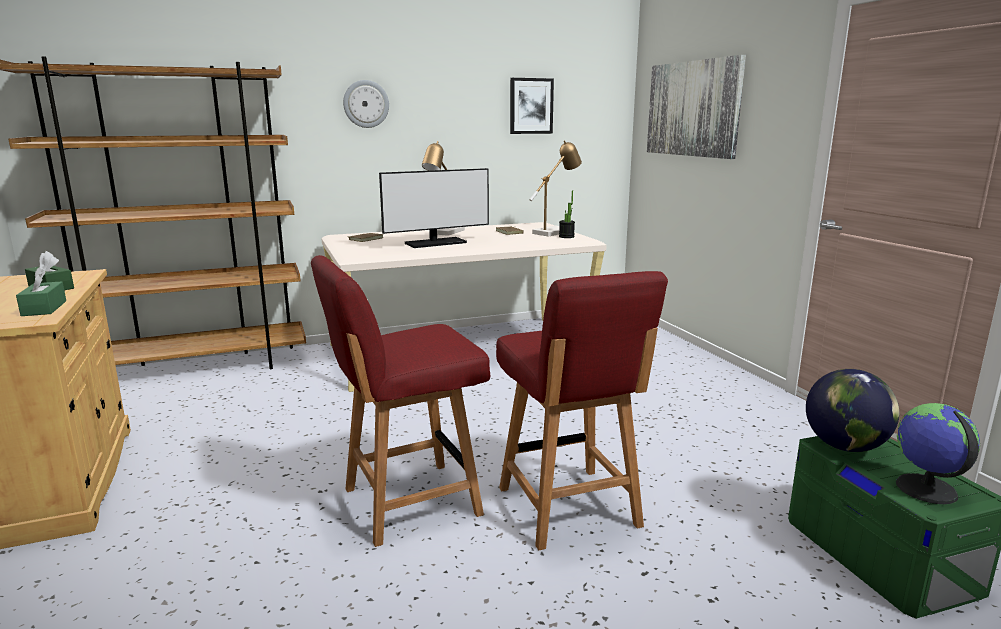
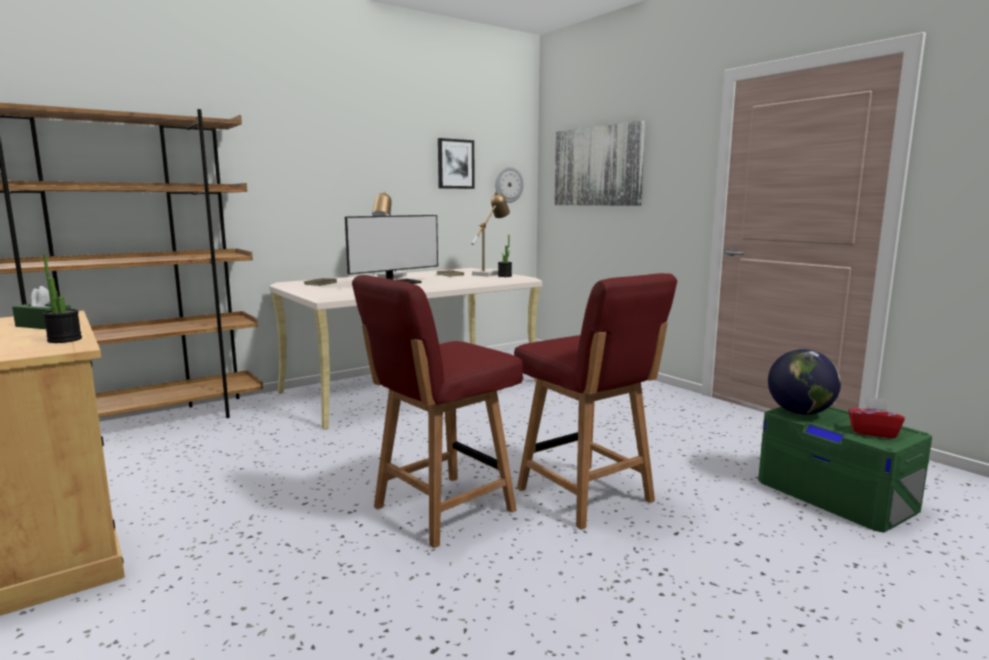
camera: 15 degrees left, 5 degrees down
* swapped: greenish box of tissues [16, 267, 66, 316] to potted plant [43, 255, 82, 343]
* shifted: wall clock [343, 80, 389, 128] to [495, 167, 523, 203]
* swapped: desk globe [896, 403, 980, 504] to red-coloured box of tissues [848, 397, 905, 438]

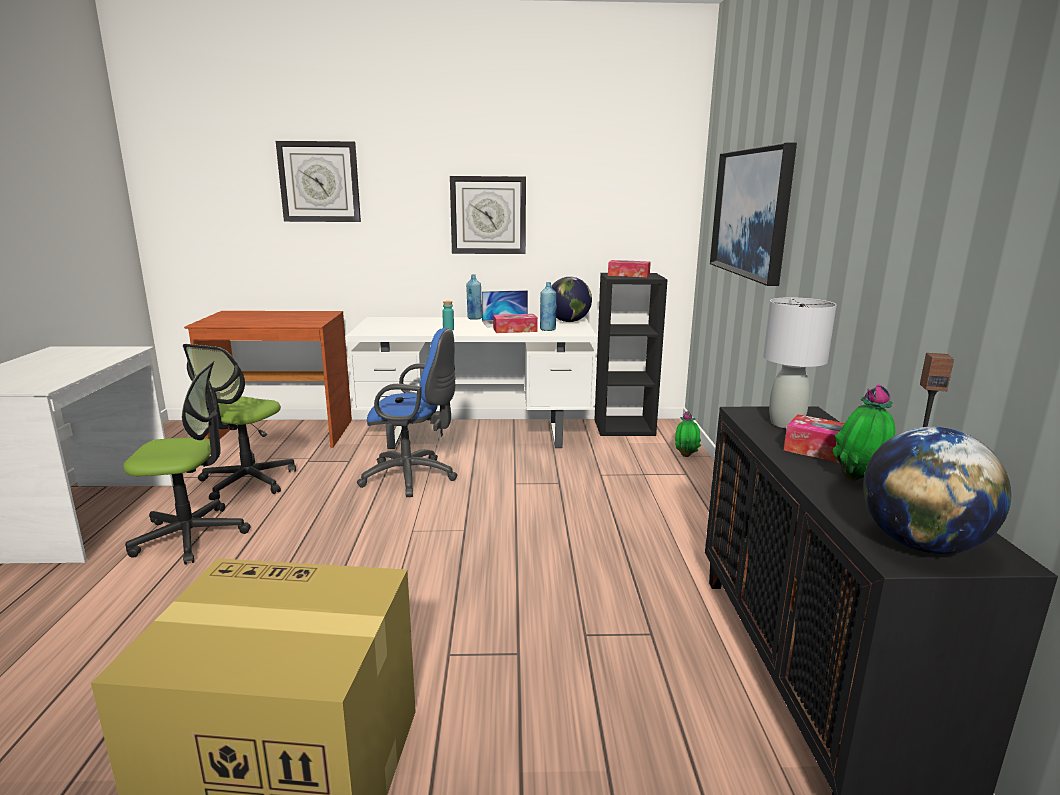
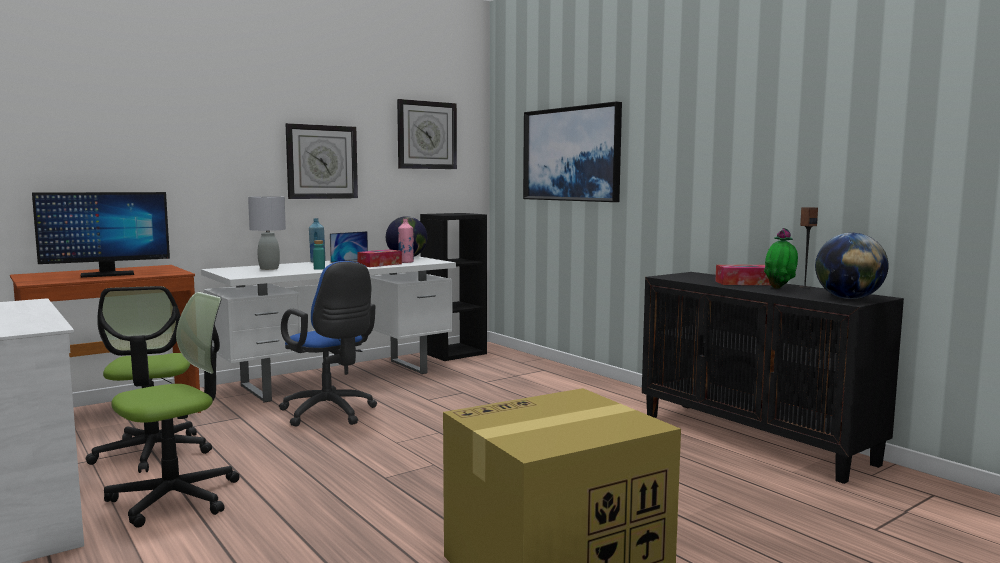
camera: 35 degrees left, 10 degrees down
* new: computer display [32, 192, 170, 278]
* shifted: gray lamp for a table [763, 297, 837, 429] to [248, 196, 286, 270]
* rotated: blue-coloured desk chair [357, 328, 457, 497] = [279, 261, 377, 427] 75 degrees clockwise
* shifted: wall clock [276, 141, 361, 222] to [397, 99, 457, 169]
* repainted: blue-coloured bottle [540, 282, 556, 331] to pink bottle [398, 219, 414, 263]
* gone: box of tissues [608, 260, 651, 277]
* gone: potted plant [675, 411, 701, 457]

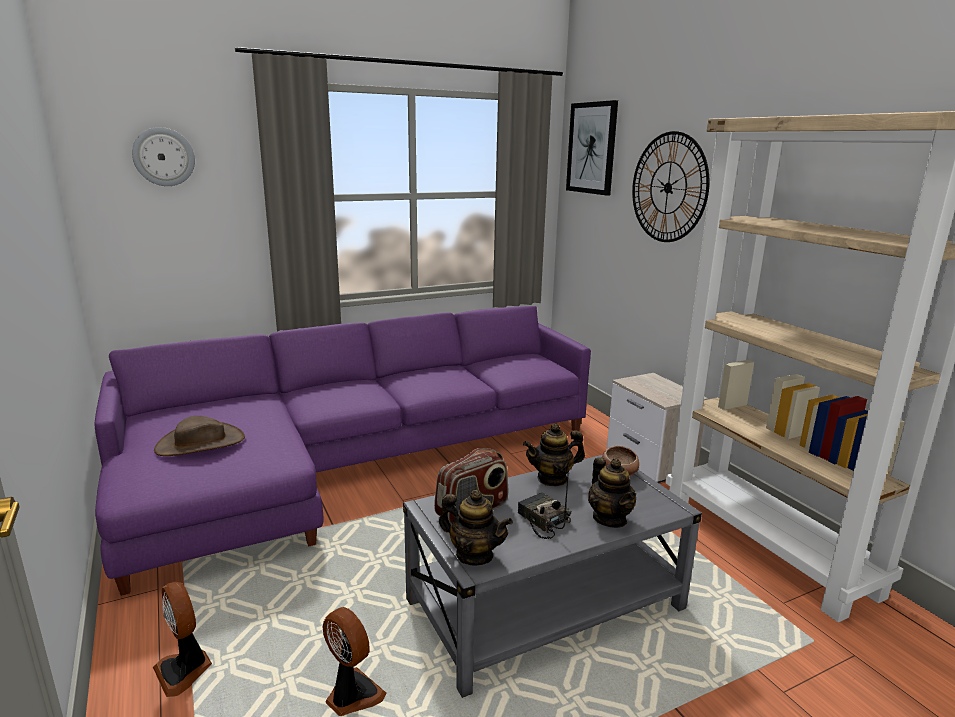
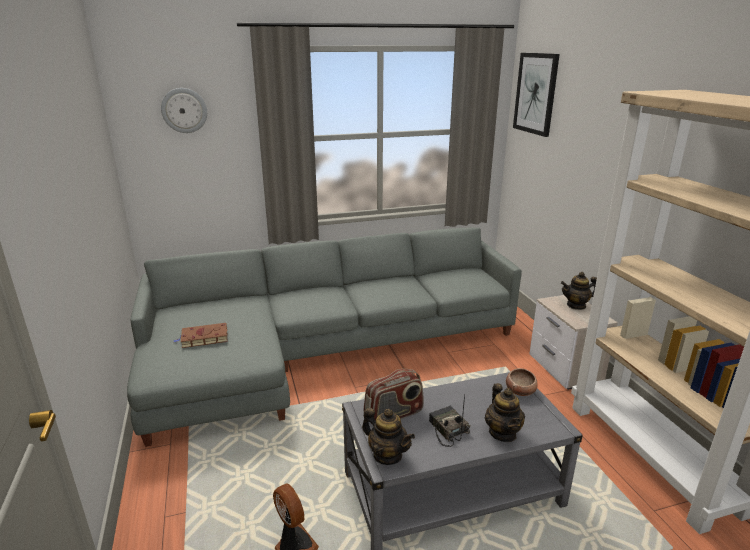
camera: 10 degrees right, 5 degrees up
* repainted: purple-coloured settee [95, 306, 591, 596] to gray settee [127, 228, 522, 447]
* swapped: brown hat [154, 416, 245, 456] to brown book [173, 323, 228, 348]
* shifted: teapot [523, 424, 585, 486] to [561, 272, 597, 310]
* gone: electric fan [153, 582, 212, 697]
* gone: wall clock [632, 131, 710, 242]

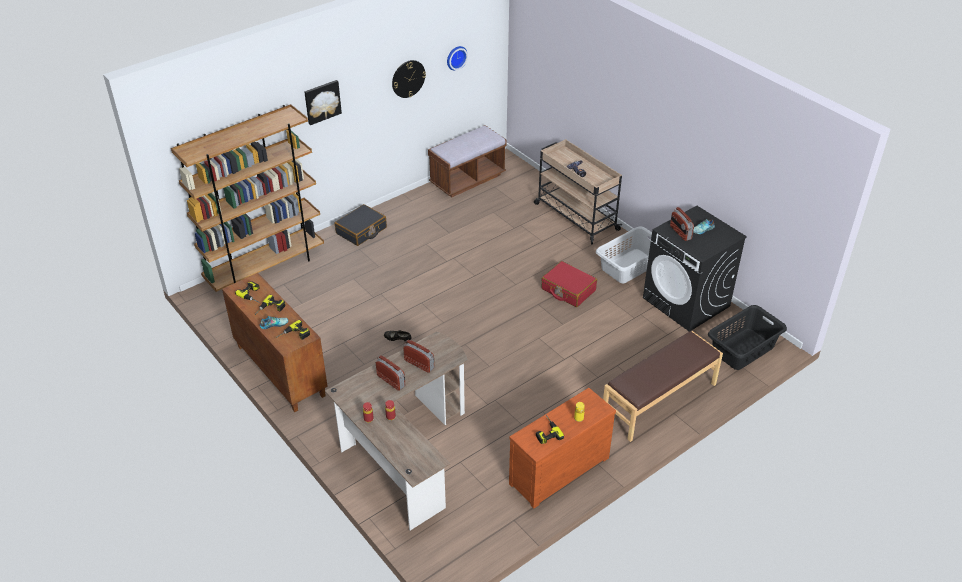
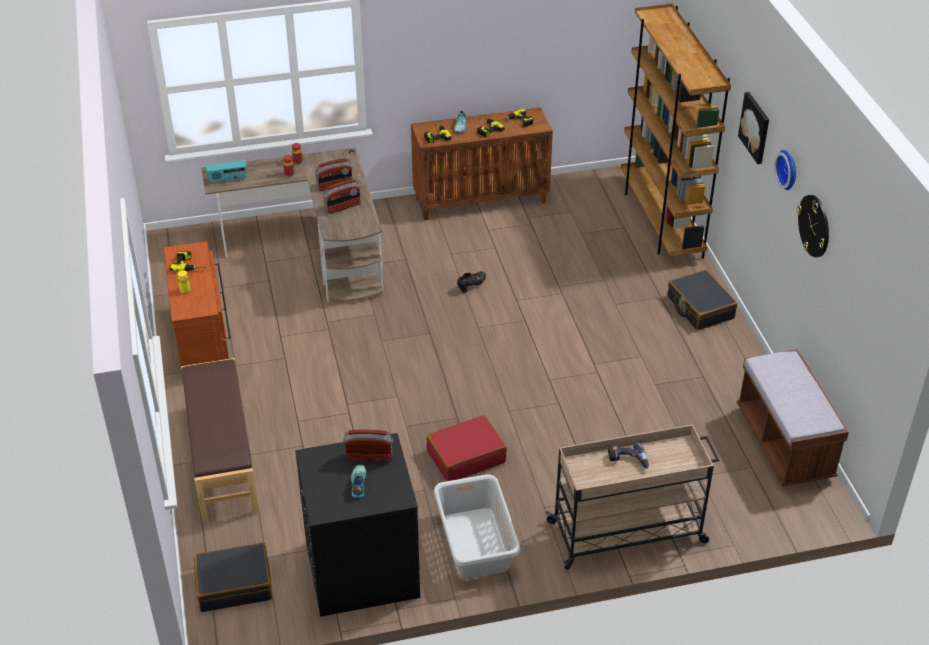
camera: 115 degrees right, 0 degrees up
* swapped: blackish laundry basket [708, 305, 787, 370] to blackish piece of luggage [193, 542, 272, 612]
* new: radio [206, 160, 247, 184]
* shifted: wall clock [447, 46, 468, 71] to [774, 150, 796, 190]

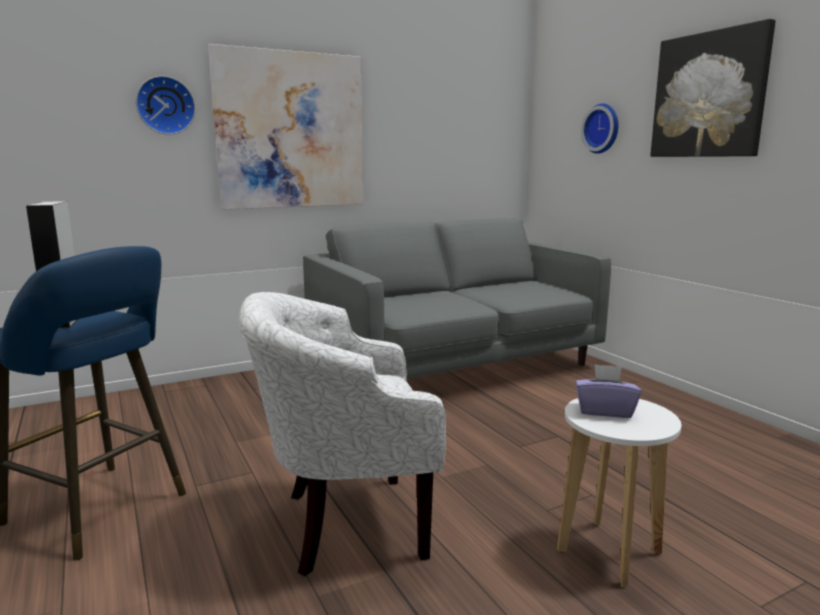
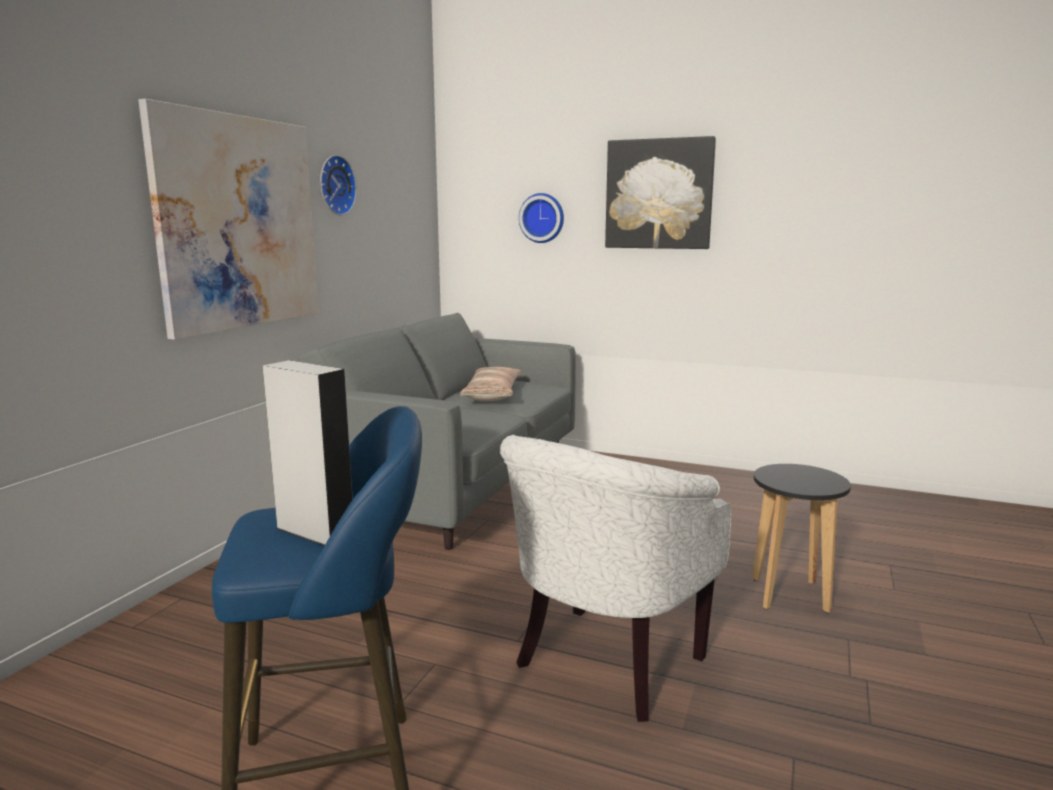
camera: 40 degrees left, 0 degrees up
* shifted: wall clock [136, 76, 196, 135] to [320, 155, 357, 215]
* new: pillow [460, 367, 522, 401]
* repainted: white-coloured stool [557, 398, 681, 587] to blackish stool [752, 464, 851, 613]
* gone: purple-coloured box of tissues [575, 364, 641, 418]

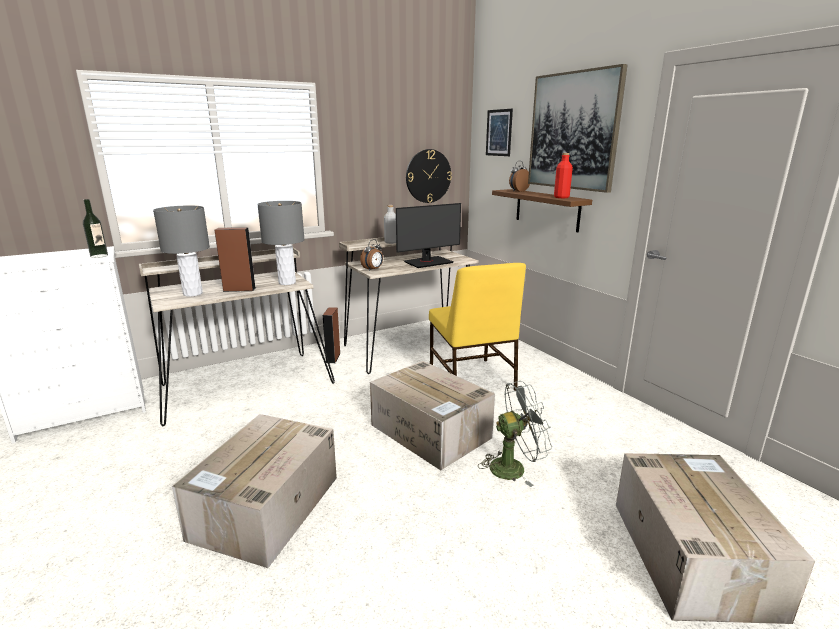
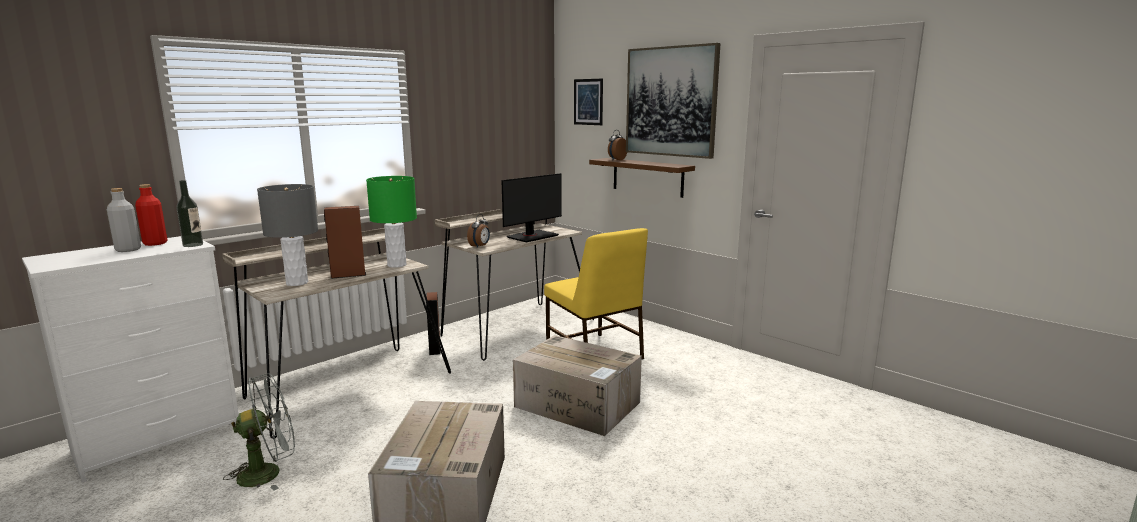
camera: 15 degrees left, 5 degrees down
* shifted: gray bottle [384, 205, 396, 244] to [107, 188, 141, 252]
* shifted: red-coloured bottle [554, 153, 573, 198] to [135, 184, 167, 246]
* shifted: gray electric fan [478, 381, 552, 487] to [223, 373, 295, 491]
* repainted: gray lamp for a table [257, 201, 305, 285] to greenish lamp for a table [366, 176, 417, 268]
* gone: wall clock [406, 149, 452, 203]
* gone: carton [616, 453, 815, 624]

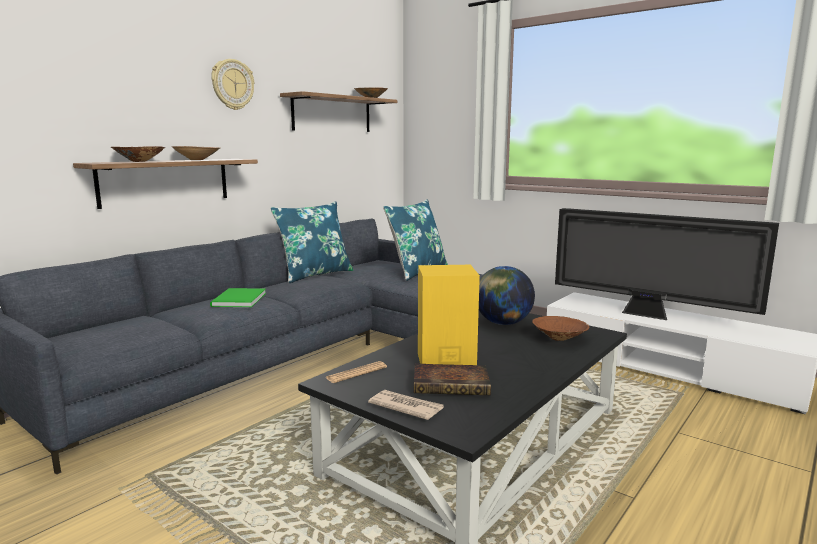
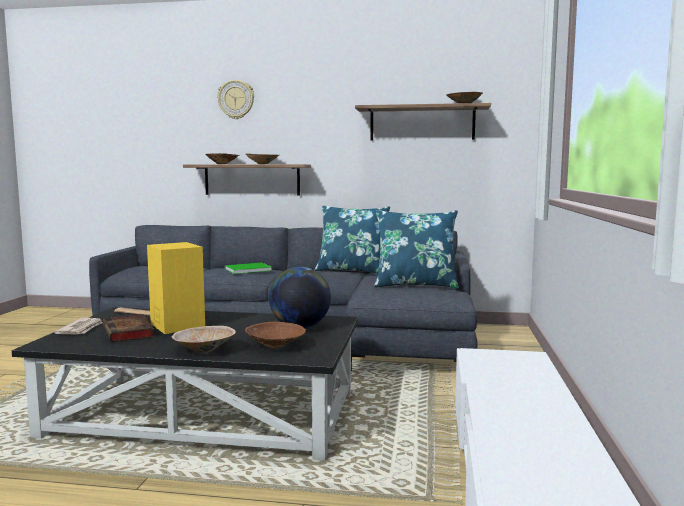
camera: 60 degrees right, 5 degrees down
* new: beige bowl [172, 326, 236, 353]
* shifted: wall clock [211, 59, 254, 110] to [217, 80, 254, 119]
* gone: TV [555, 208, 779, 320]

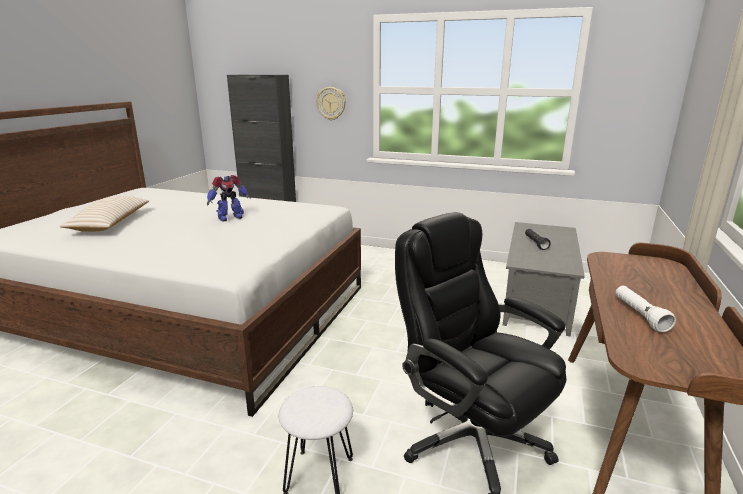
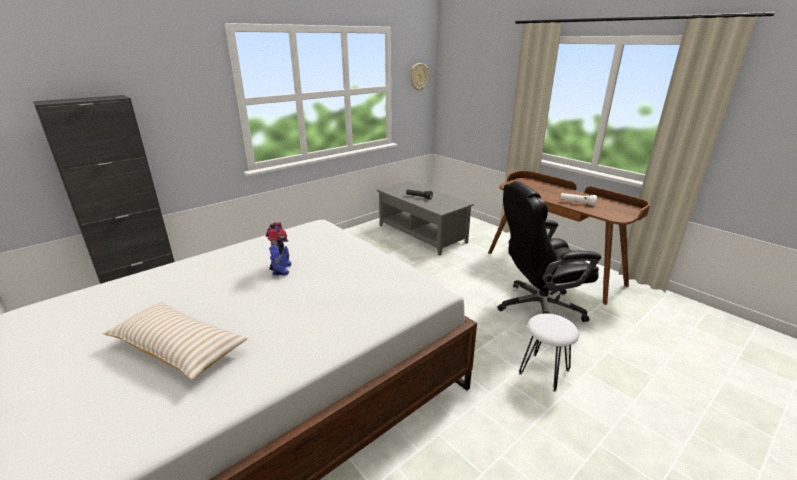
camera: 60 degrees left, 5 degrees up
* shifted: wall clock [316, 87, 346, 120] to [410, 63, 429, 91]

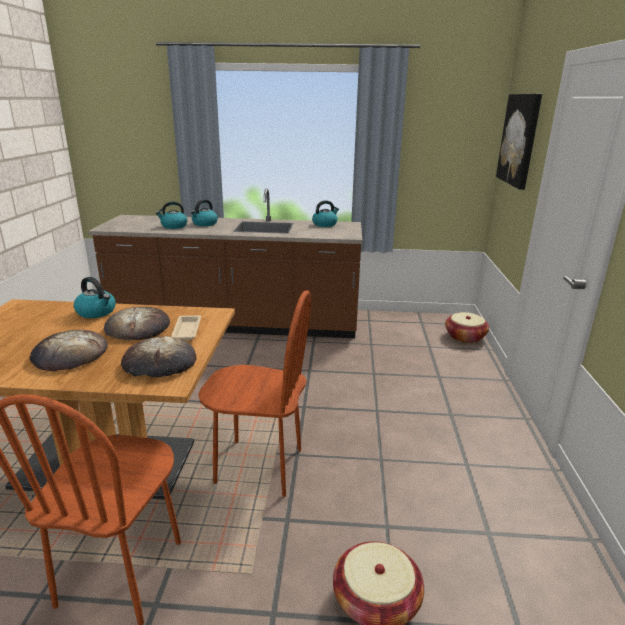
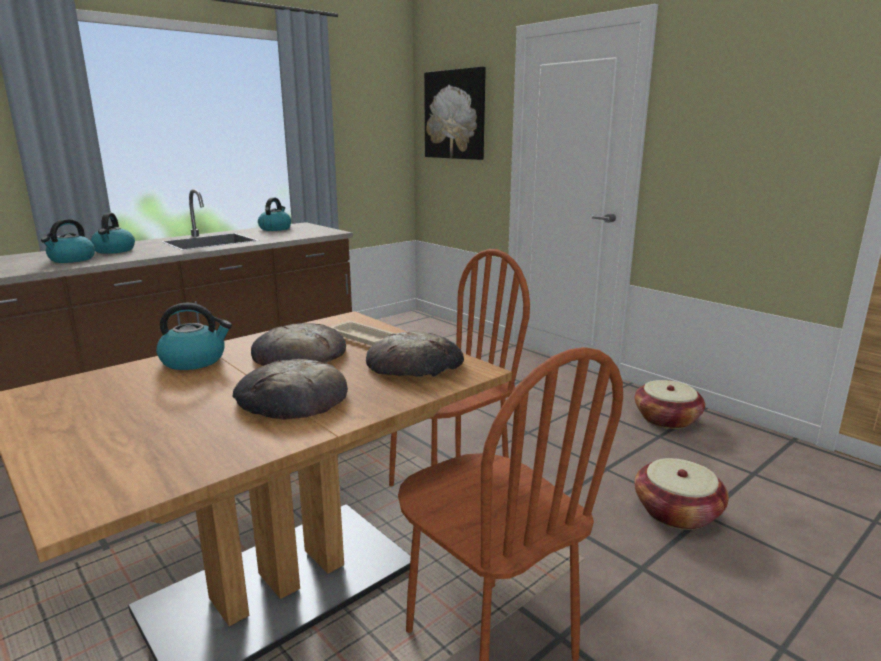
camera: 45 degrees left, 5 degrees down
* shifted: household basket [445, 312, 489, 343] to [635, 380, 705, 429]

